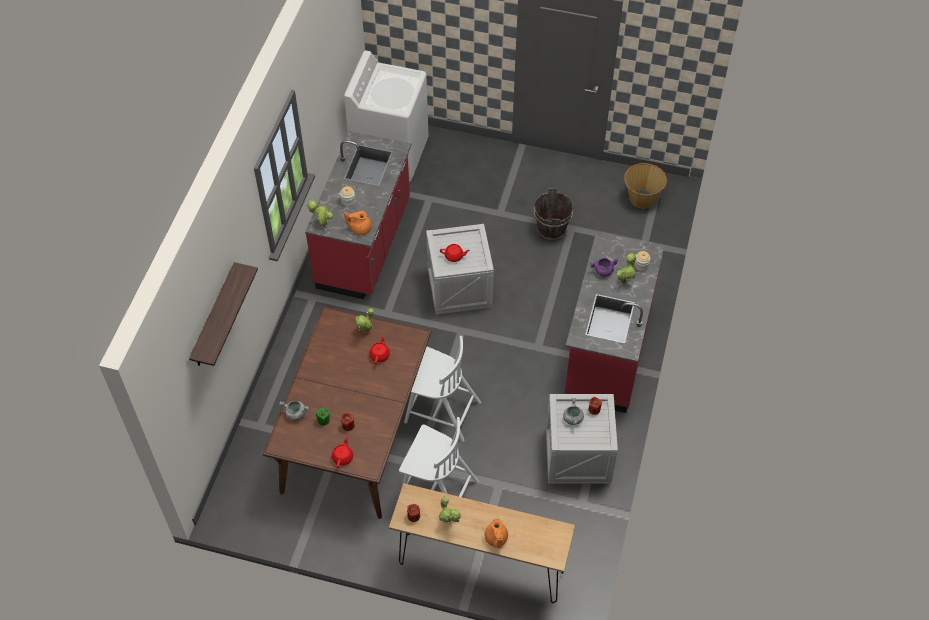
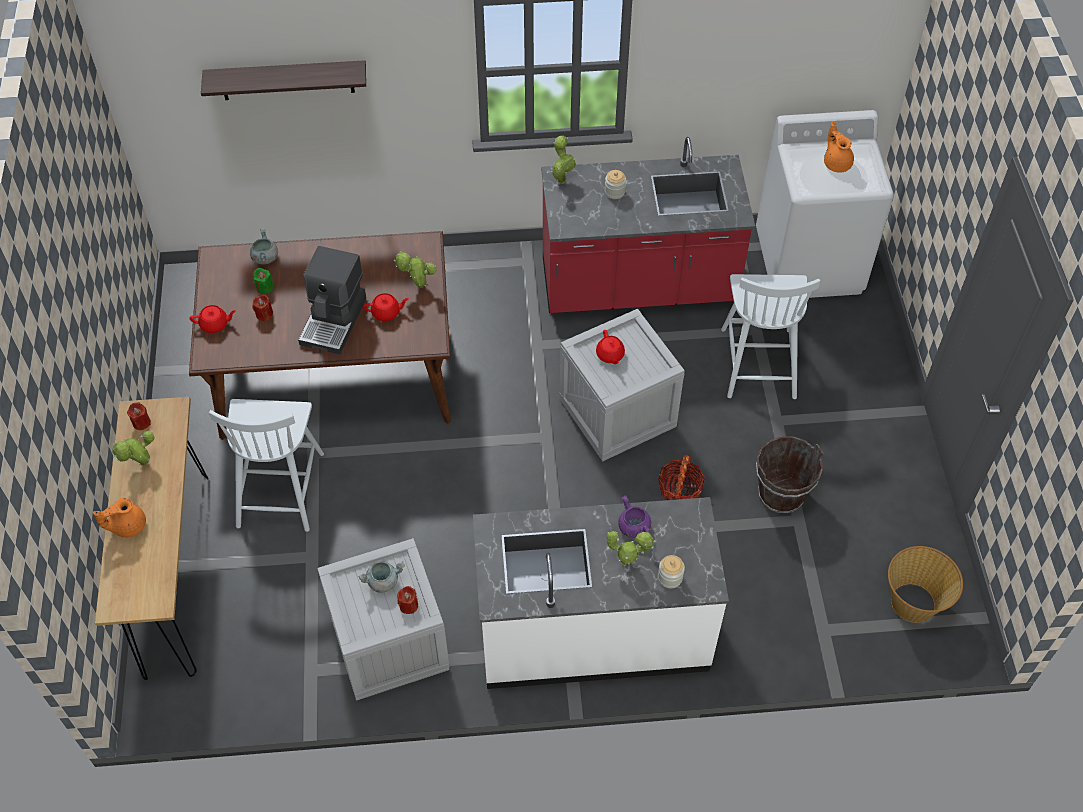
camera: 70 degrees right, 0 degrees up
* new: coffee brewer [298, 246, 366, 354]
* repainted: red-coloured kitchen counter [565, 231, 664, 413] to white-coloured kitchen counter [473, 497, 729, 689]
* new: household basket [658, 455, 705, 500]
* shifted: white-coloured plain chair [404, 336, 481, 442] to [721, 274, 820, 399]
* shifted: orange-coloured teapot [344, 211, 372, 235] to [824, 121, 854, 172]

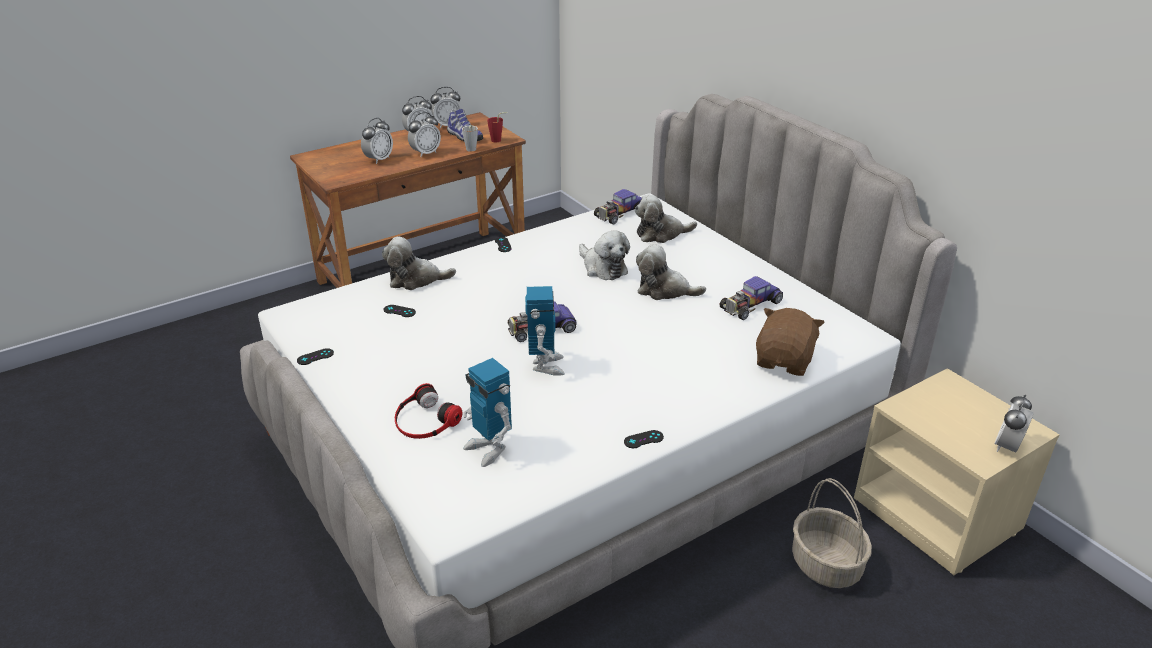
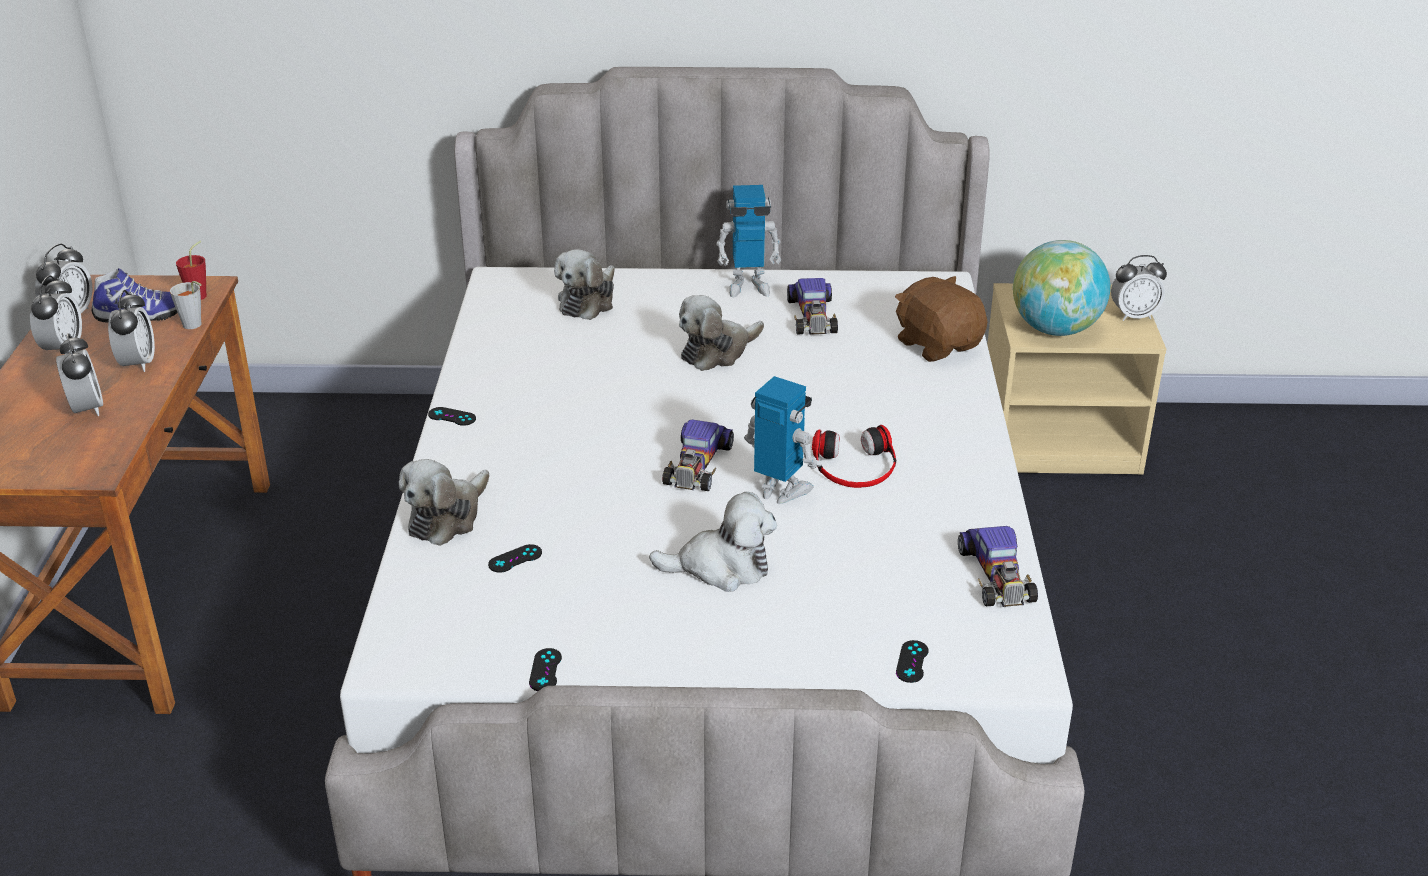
camera: 55 degrees left, 0 degrees up
* shifted: plush toy [579, 230, 630, 280] to [649, 492, 777, 592]
* shifted: toy robot [463, 358, 512, 467] to [716, 185, 781, 298]
* shifted: headset [395, 383, 462, 439] to [812, 425, 896, 488]
* shifted: blackish gamepad [624, 430, 664, 448] to [896, 640, 929, 683]
* shifted: miniature car [594, 189, 642, 225] to [958, 526, 1038, 607]
* new: desk globe [1013, 240, 1110, 336]
* rotated: alarm clock [994, 395, 1033, 452] = [1111, 255, 1167, 321] 75 degrees counterclockwise
* gone: household basket [792, 478, 872, 588]

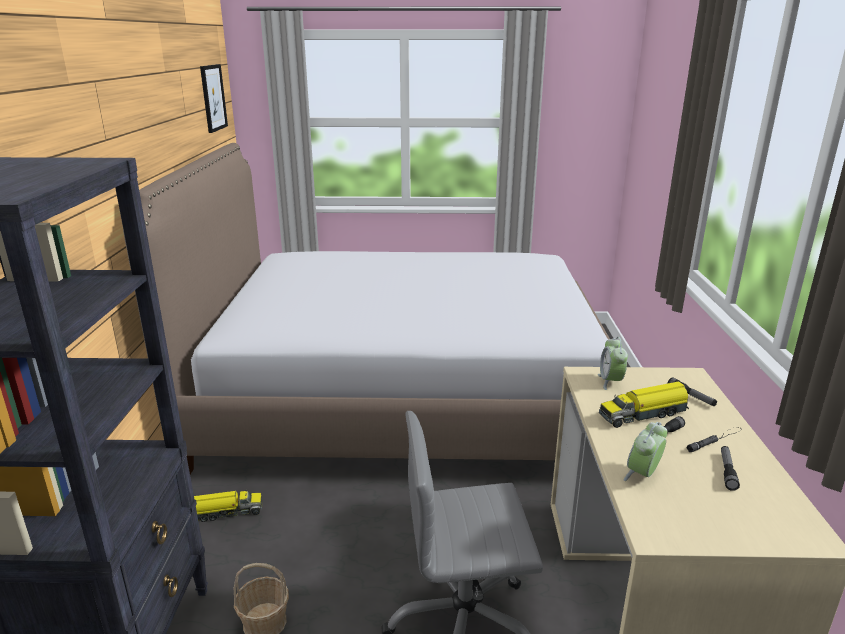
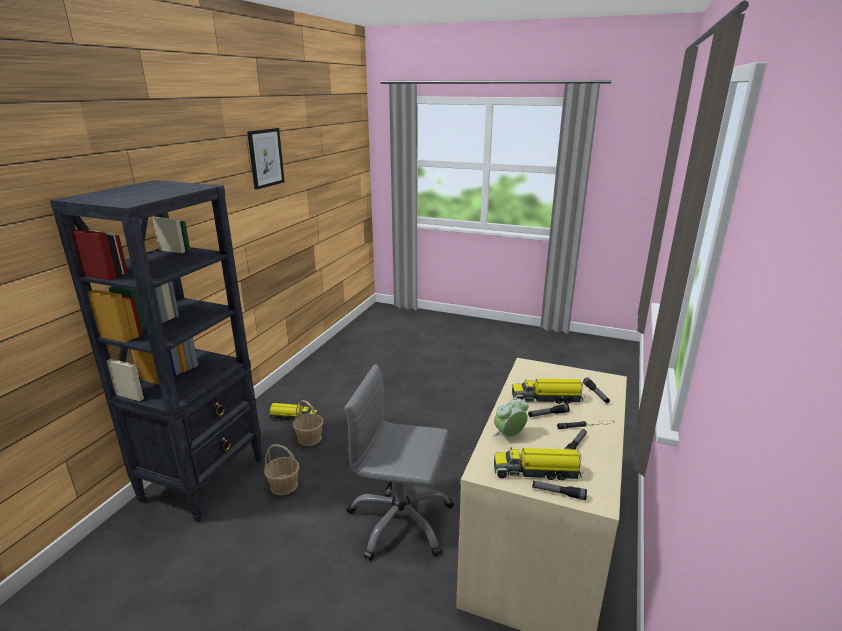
camera: 20 degrees right, 0 degrees up
* shifted: picture [200, 64, 228, 133] to [247, 128, 285, 190]
* new: household basket [293, 400, 324, 446]
* new: toy lorry [494, 448, 583, 480]
* new: hand torch [532, 481, 587, 500]
* gone: bedroom bed [123, 143, 610, 475]
* gone: alarm clock [598, 337, 628, 390]

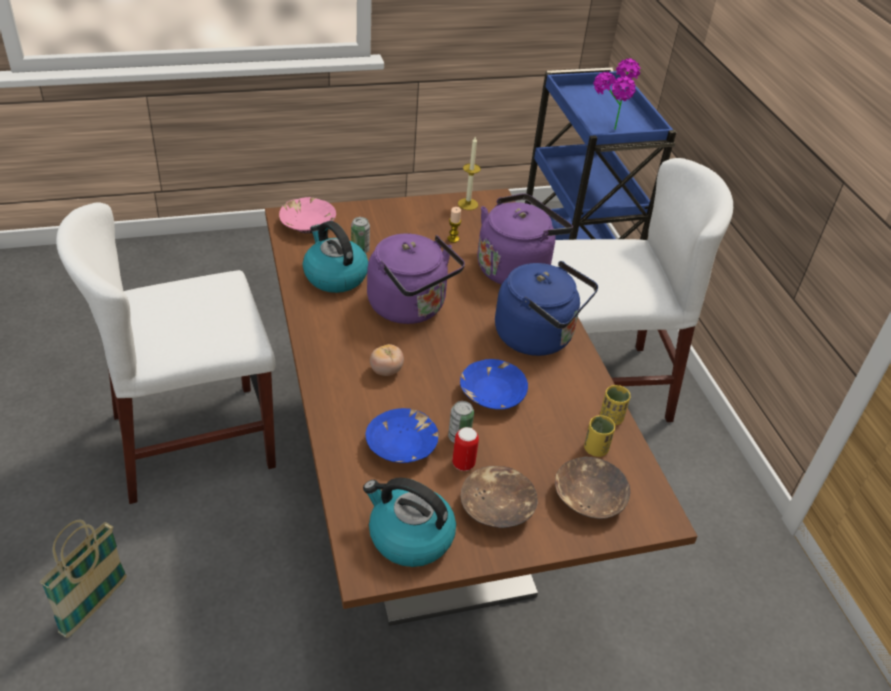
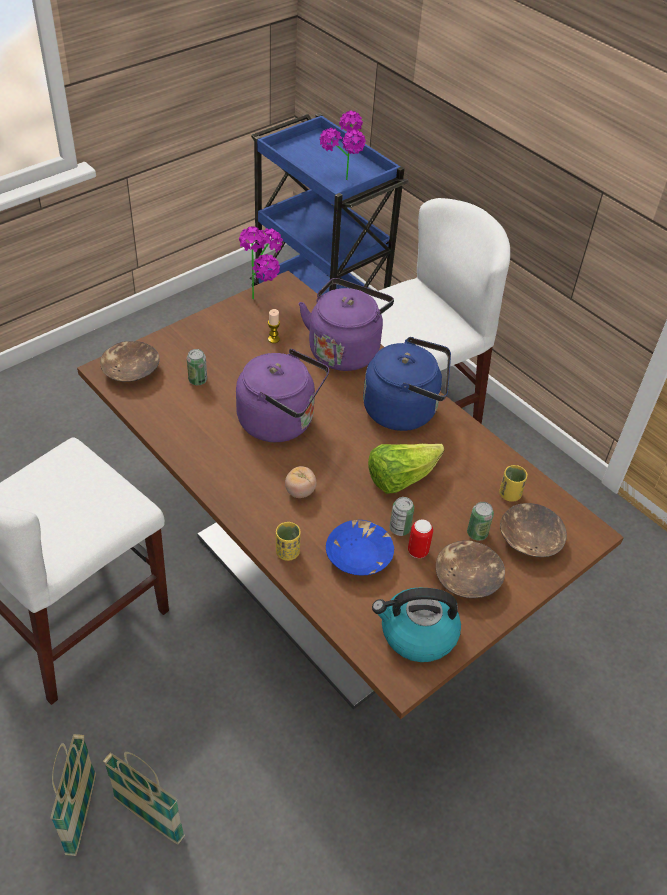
camera: 25 degrees left, 5 degrees up
* repainted: pink bowl [279, 197, 336, 234] to brown bowl [100, 341, 160, 382]
* new: household basket [103, 752, 185, 845]
* swapped: candle [458, 137, 481, 210] to potted plant [239, 226, 283, 299]
* shifted: yellow-coloured drinking cup [600, 385, 631, 425] to [276, 522, 301, 561]
* swapped: blue-coloured bowl [460, 359, 528, 409] to head of lettuce [368, 444, 444, 494]
* new: metal can [467, 502, 494, 541]
* gone: tea kettle [303, 221, 368, 293]

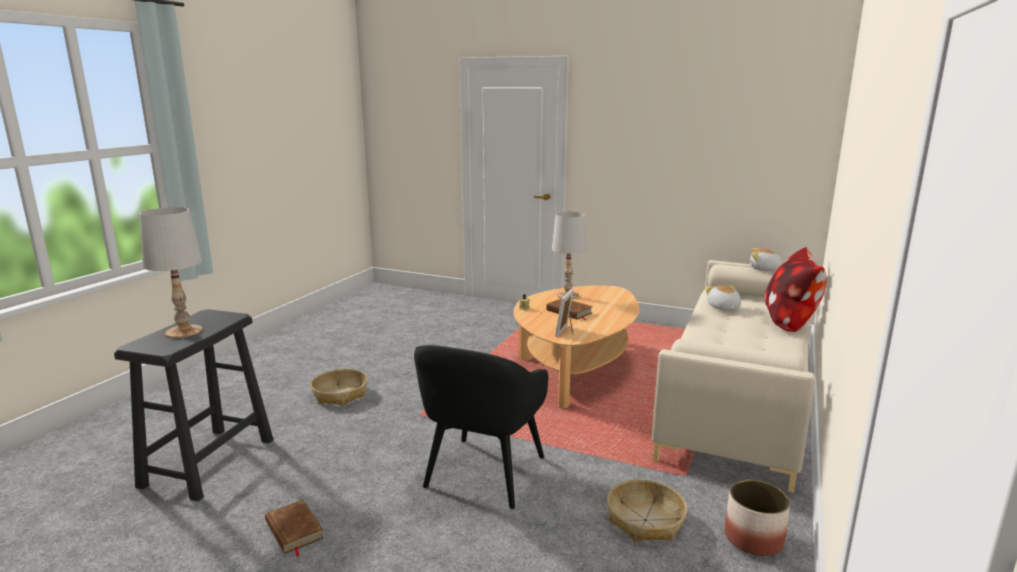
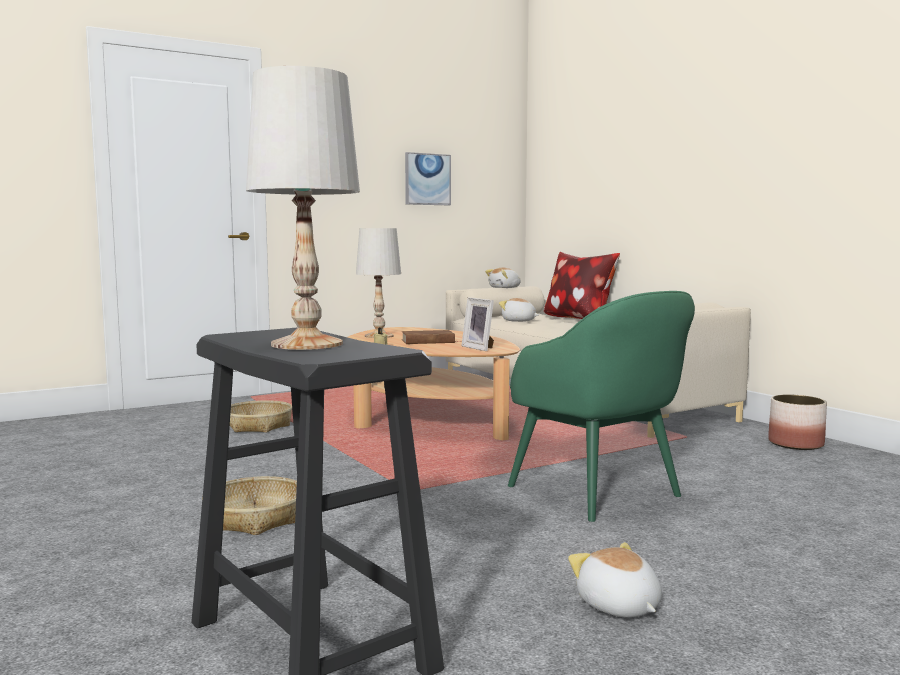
camera: 55 degrees left, 10 degrees down
* shifted: household basket [607, 479, 687, 542] to [230, 400, 292, 432]
* new: picture [405, 152, 451, 205]
* repainted: blackish easy chair [414, 345, 548, 509] to greenish easy chair [508, 291, 695, 522]
* swapped: brown book [265, 500, 324, 557] to plush toy [568, 542, 662, 617]

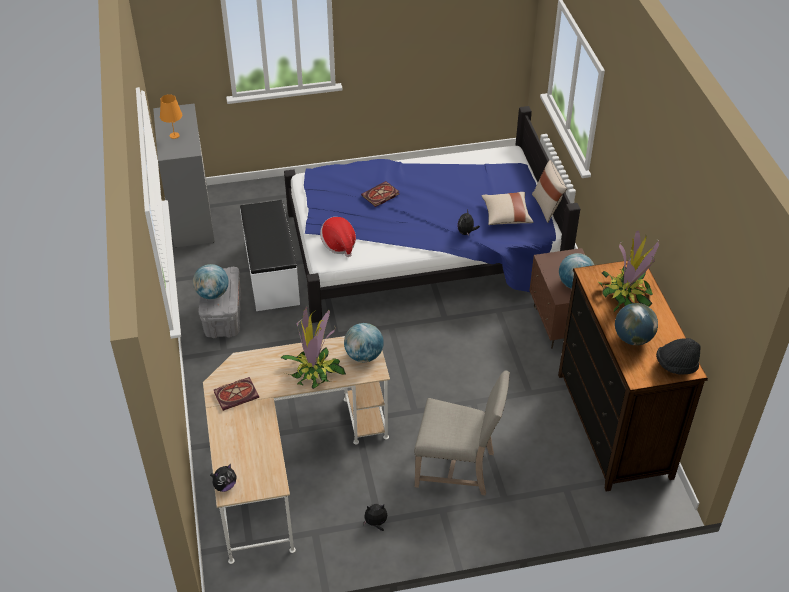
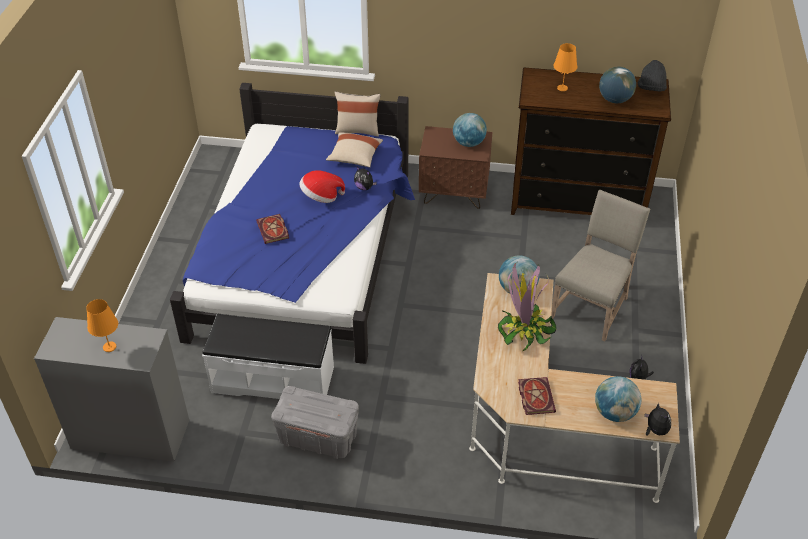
camera: 70 degrees left, 0 degrees up
* shifted: hat [320, 217, 356, 257] to [299, 170, 345, 203]
* swapped: potted plant [598, 230, 659, 312] to orange-coloured lamp for a table [553, 43, 577, 91]
* shifted: desk globe [193, 264, 229, 299] to [595, 376, 641, 422]

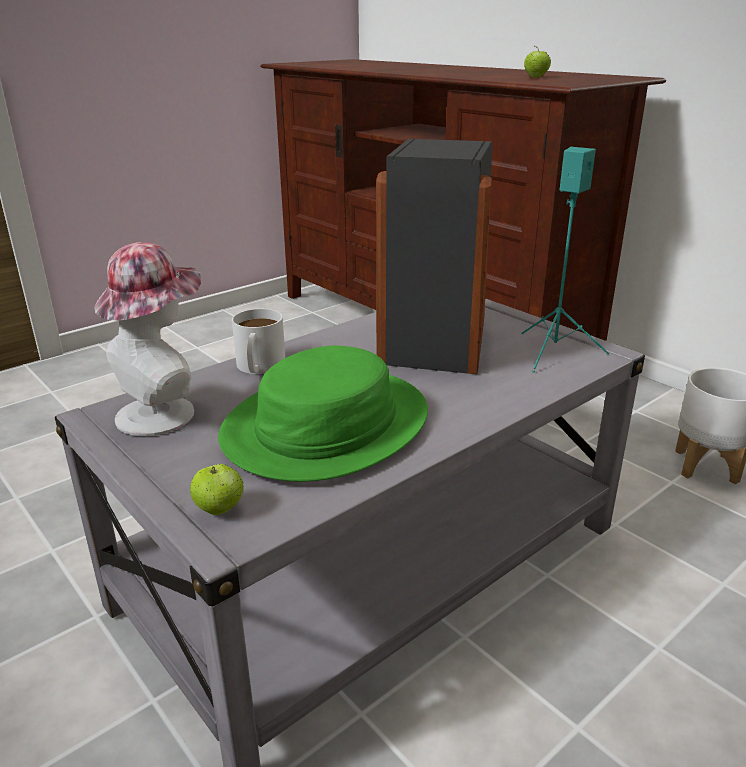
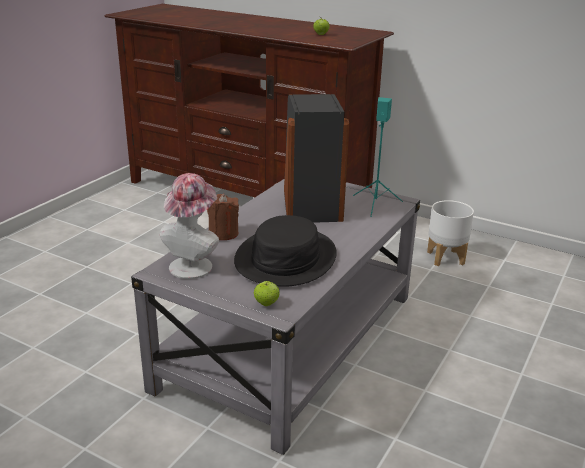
camera: 20 degrees left, 0 degrees up
* swapped: white-coloured tea mug [232, 309, 285, 374] to brown candle [207, 194, 239, 240]
* repainted: greenish hat [218, 346, 428, 482] to blackish hat [234, 215, 337, 287]

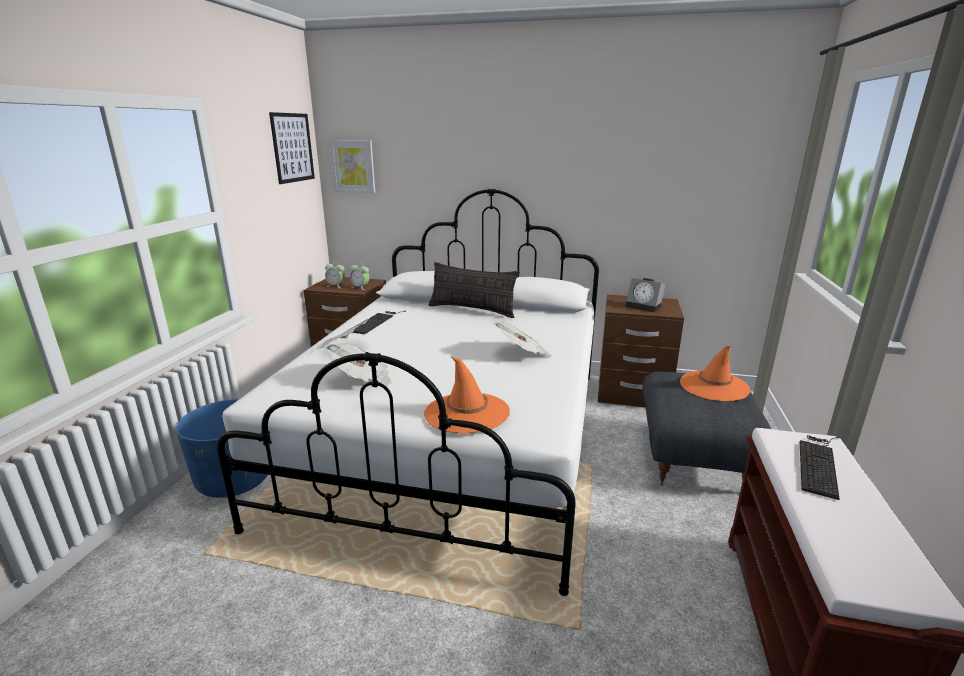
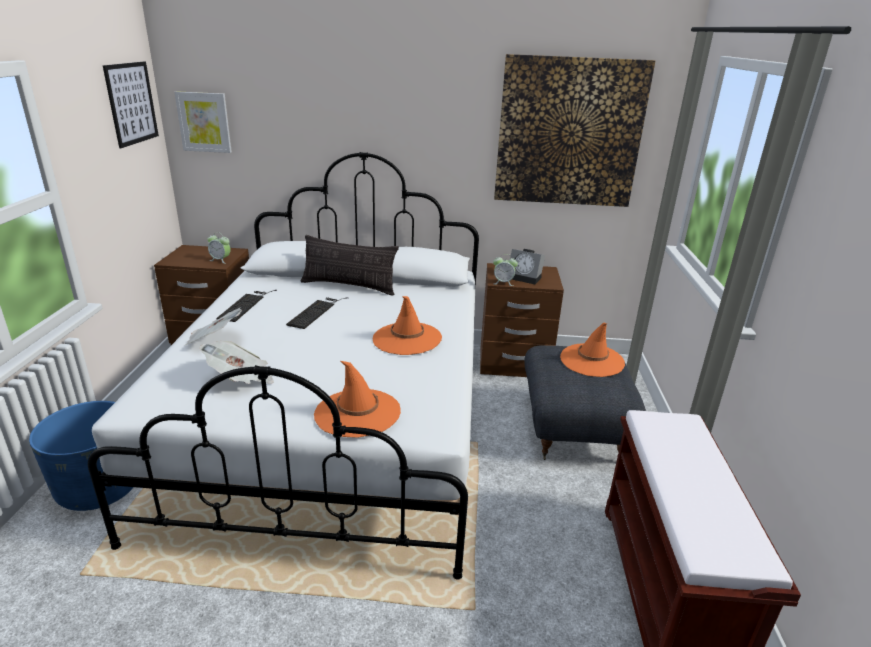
camera: 10 degrees left, 5 degrees up
* shifted: PC keyboard [800, 435, 840, 500] to [286, 297, 348, 329]
* swapped: newspaper [493, 322, 552, 356] to orange-coloured hat [373, 296, 442, 355]
* shifted: alarm clock [325, 261, 345, 288] to [493, 254, 518, 286]
* new: picture [494, 54, 655, 207]

